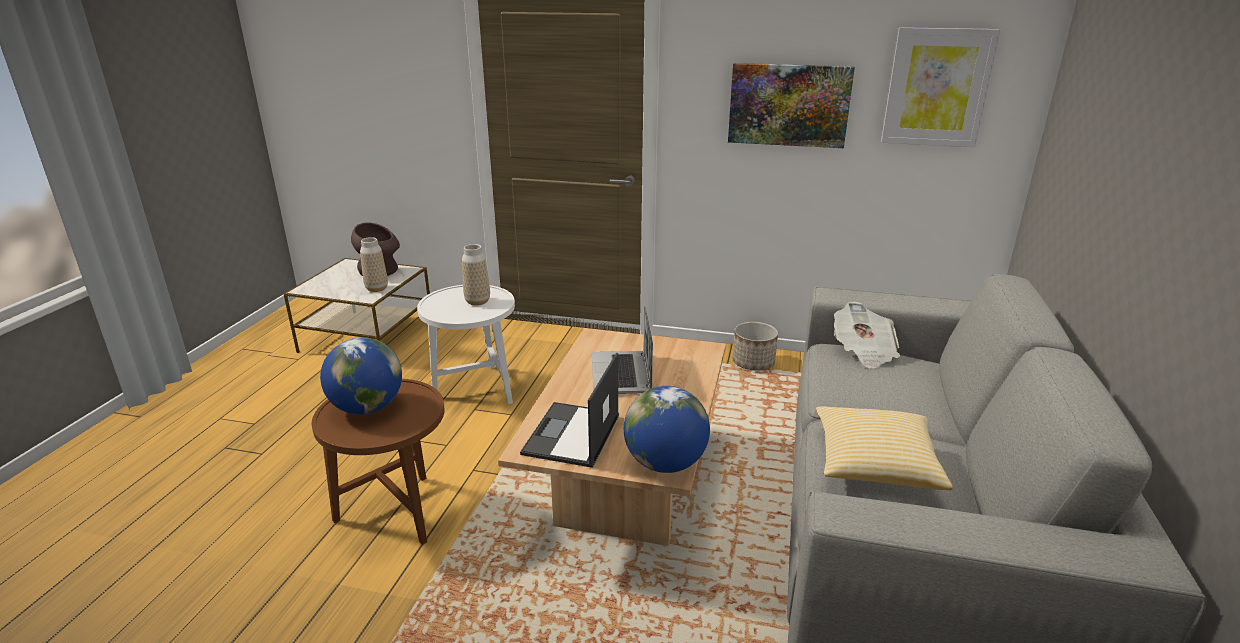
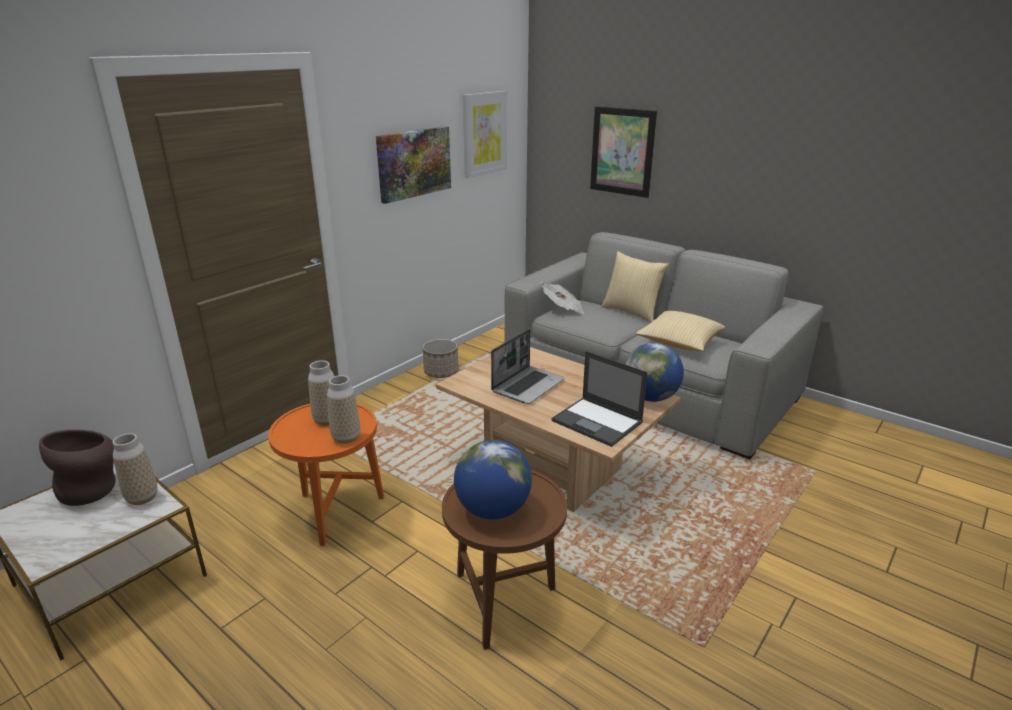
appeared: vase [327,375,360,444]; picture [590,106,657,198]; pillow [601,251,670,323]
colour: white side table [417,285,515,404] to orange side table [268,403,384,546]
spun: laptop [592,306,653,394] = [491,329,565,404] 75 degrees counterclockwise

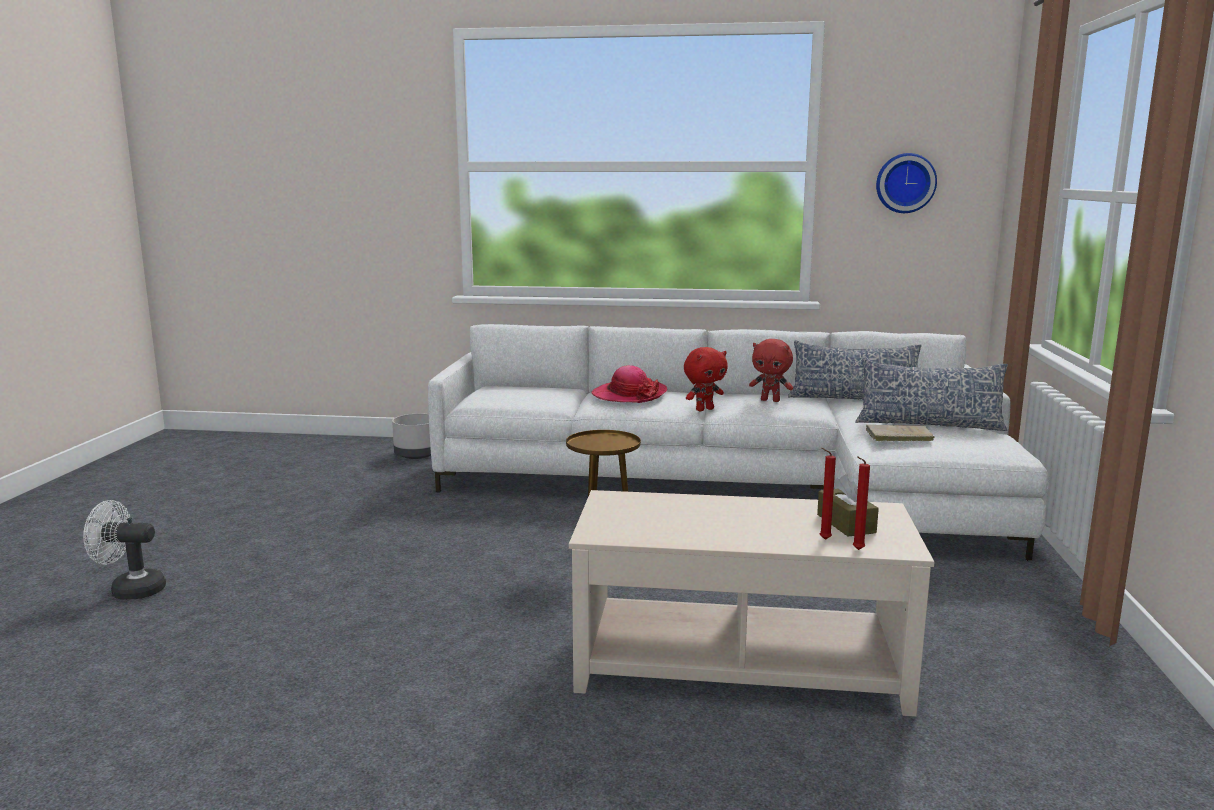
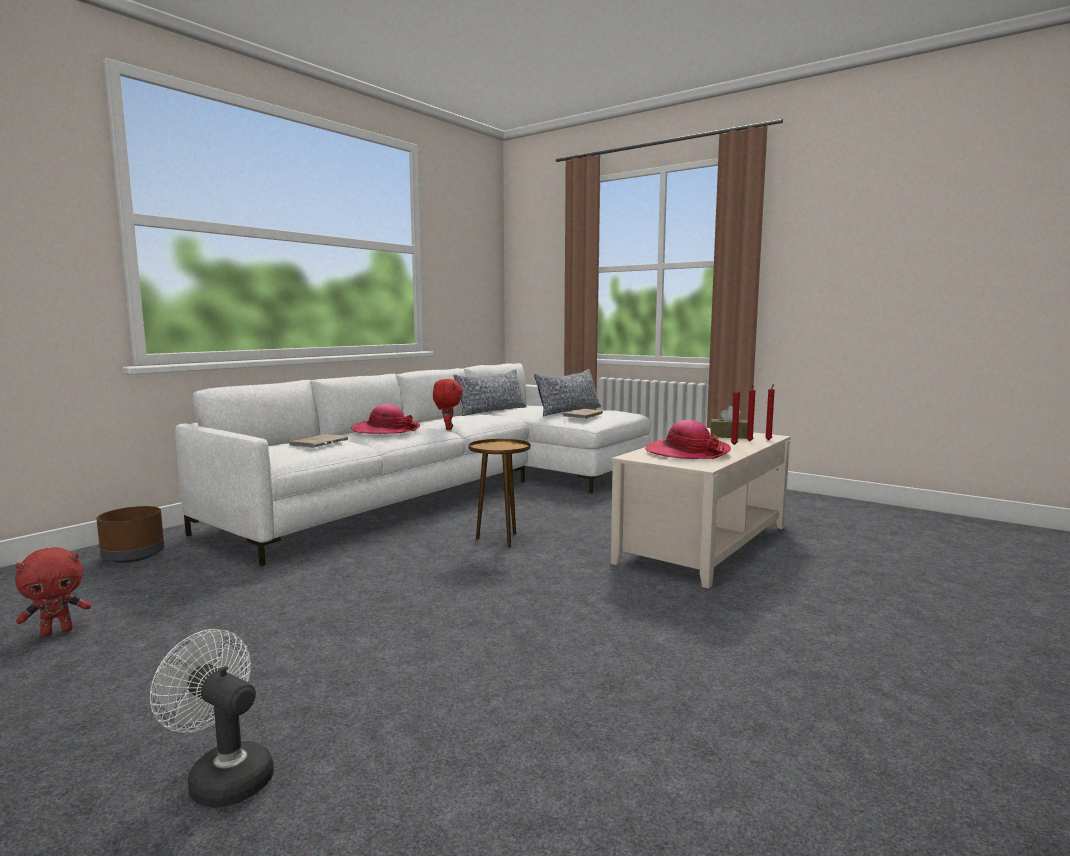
missing: wall clock [876,153,937,213]
appeared: beige book [289,434,348,448]; hat [645,420,731,459]; red candle [731,386,742,445]
relocated: red plush toy [749,339,793,402] to [15,547,91,637]
colour: grey planter [392,413,431,459] to brown planter [96,506,164,563]
spun: white fan [83,500,166,600] = [150,629,274,808] 90 degrees clockwise

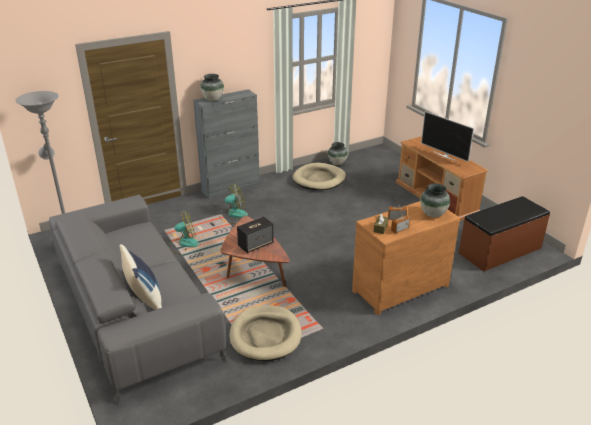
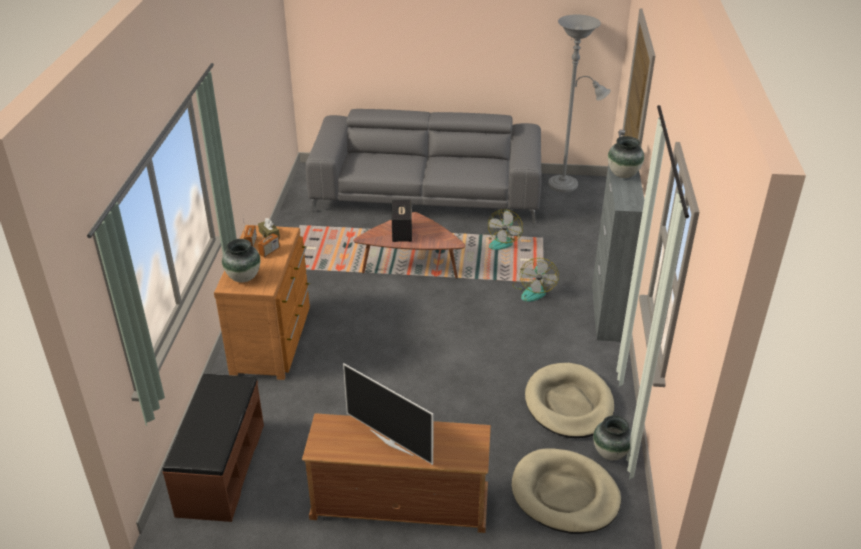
missing: blue pillow [119,244,162,310]
relocated: beige dog bed [229,305,302,361] to [512,448,621,534]
spun: television [421,111,474,162] = [343,363,433,465] 135 degrees counterclockwise

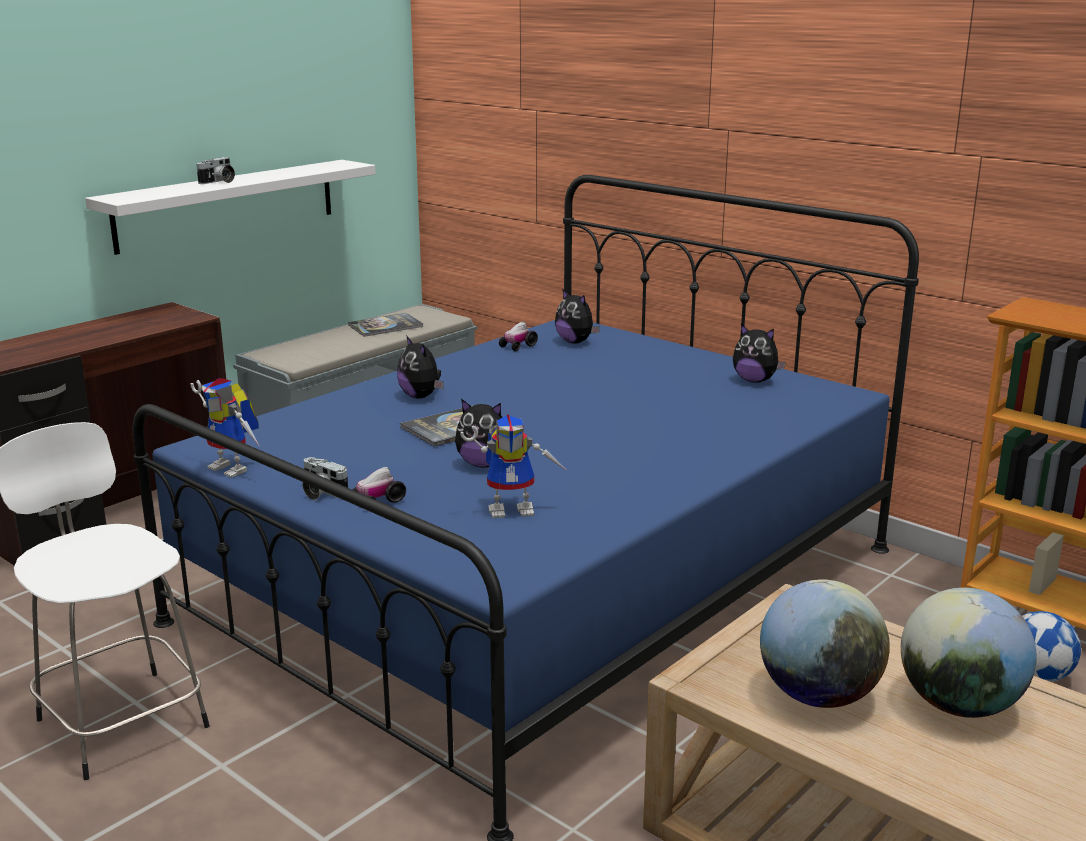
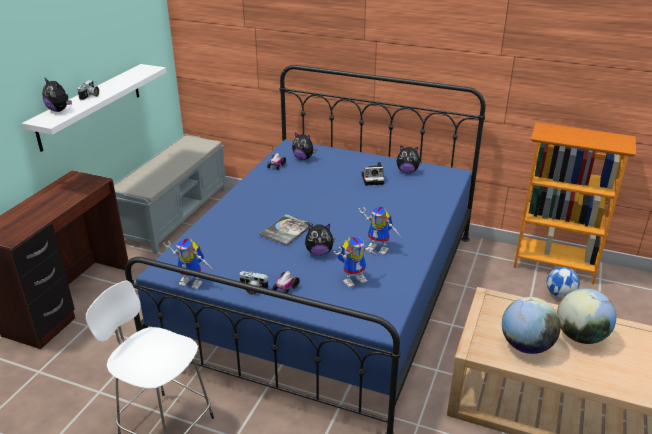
missing: book [348,313,424,337]
appeared: toy robot [358,207,403,255]; photo camera [362,162,384,186]
relocated: plush toy [397,335,444,399] to [42,77,72,112]

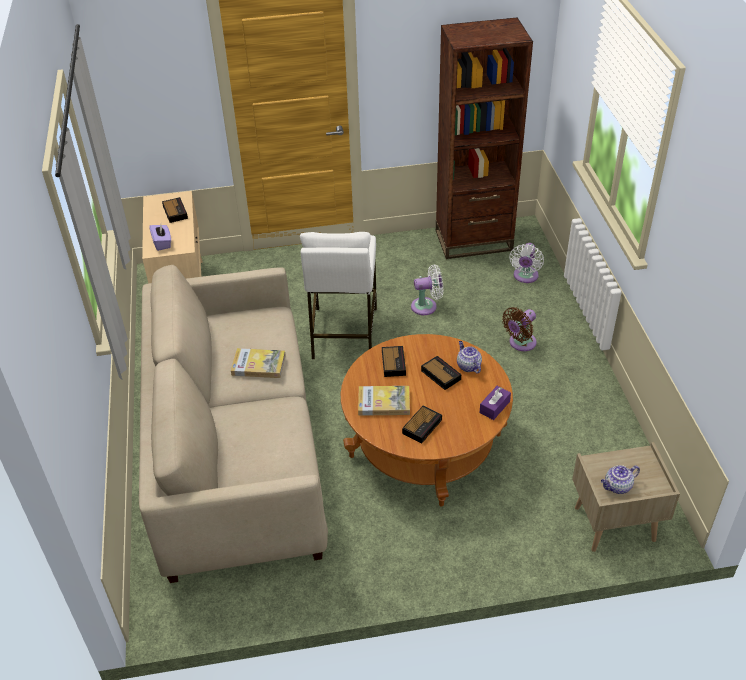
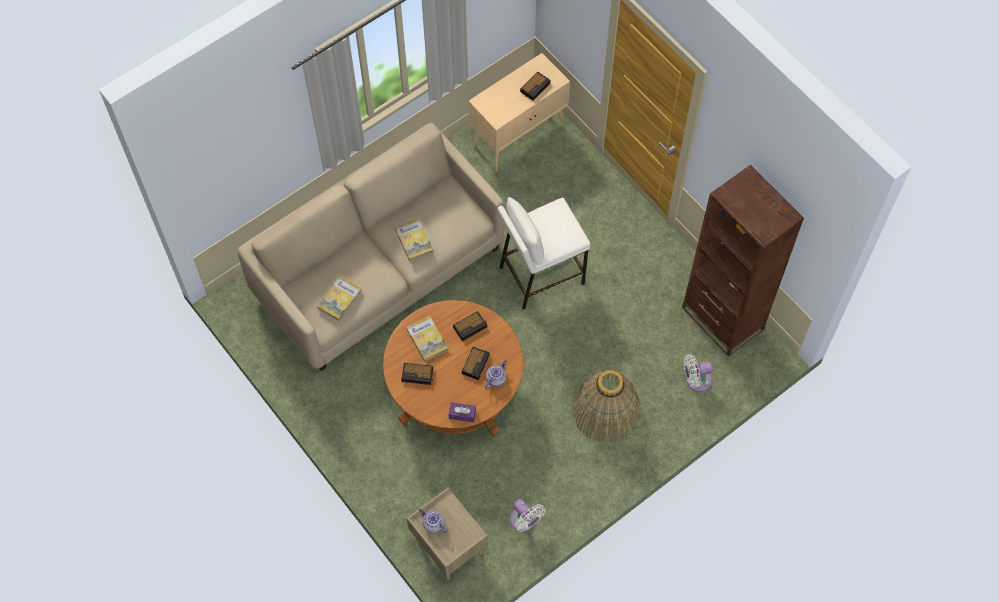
missing: purple tissue box [149,225,171,251]
appeared: book [317,276,362,321]
relocated: white fan [411,265,443,315] to [510,499,545,532]
exchanged: brown fan [502,307,537,351] to basket [572,370,640,443]

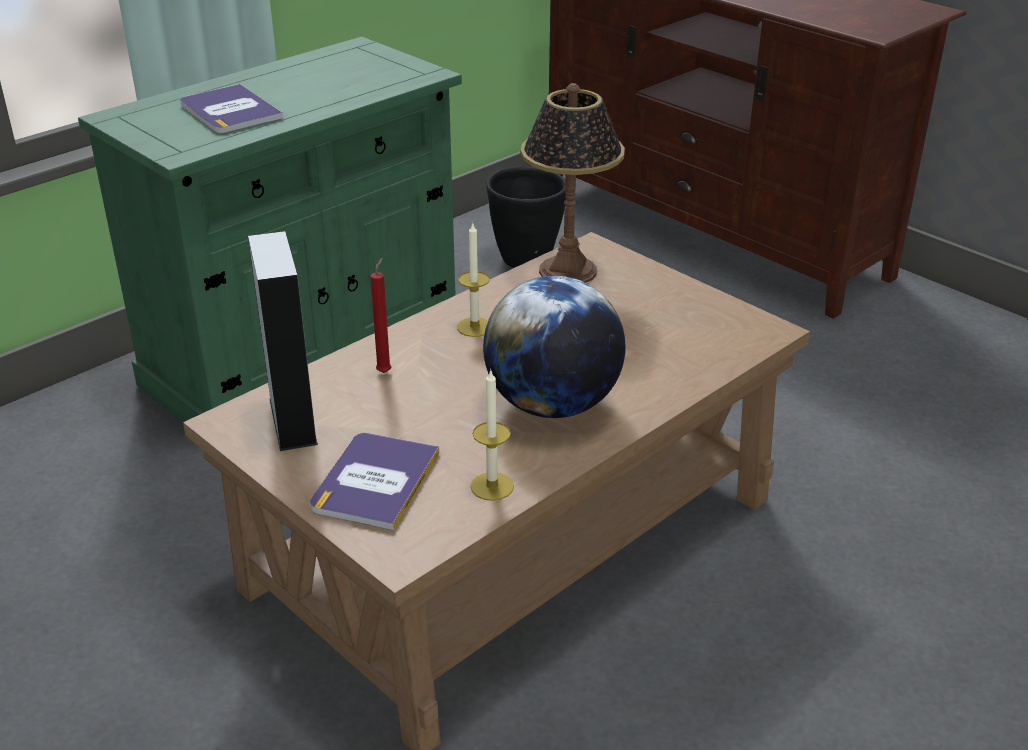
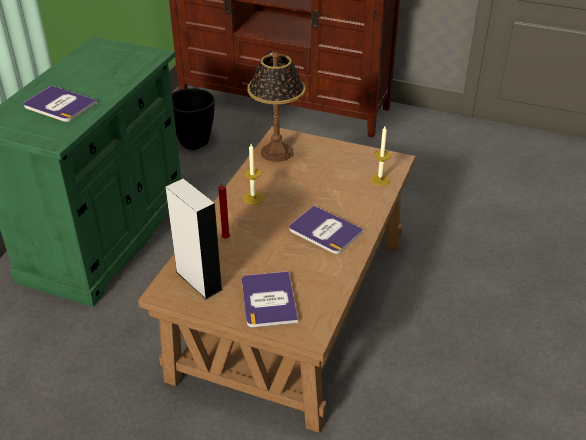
relocated: candle [470,369,514,501] to [370,127,391,186]
exchanged: globe [483,276,625,418] to book [289,205,364,254]

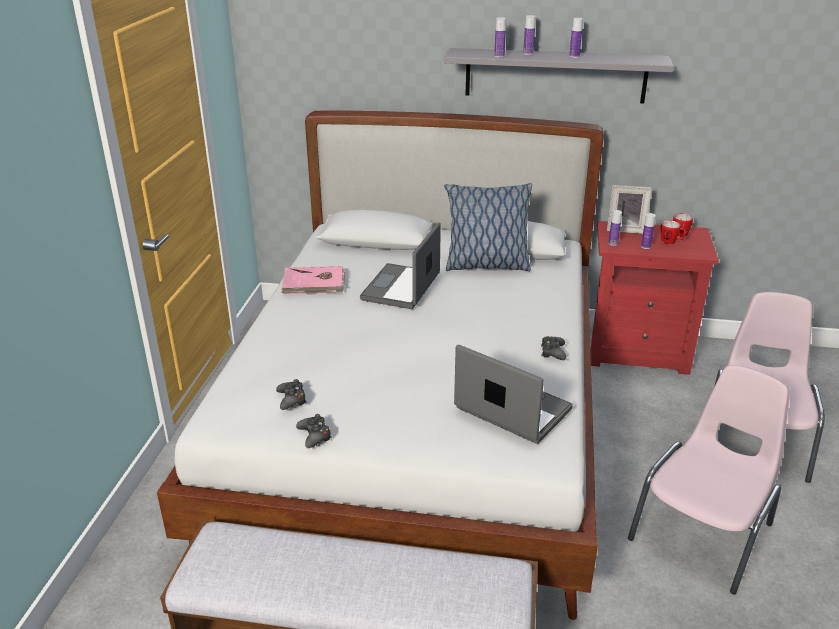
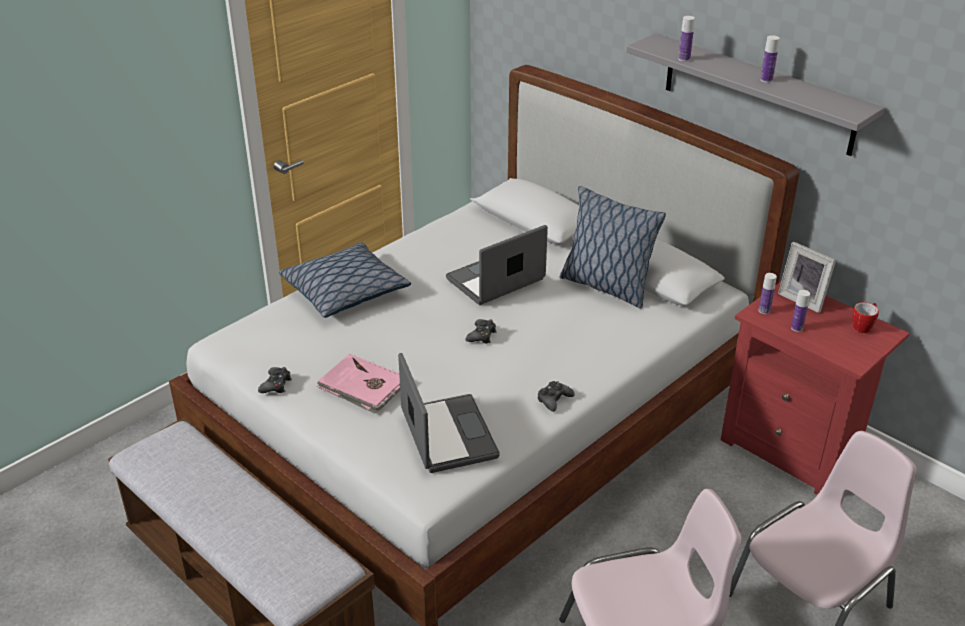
missing: bottle [523,15,536,55]; mug [660,220,687,244]
appeared: pillow [279,242,411,318]
relocated: black game controller [276,379,307,410] to [465,319,497,344]; pink book [281,266,345,294] to [317,354,400,413]

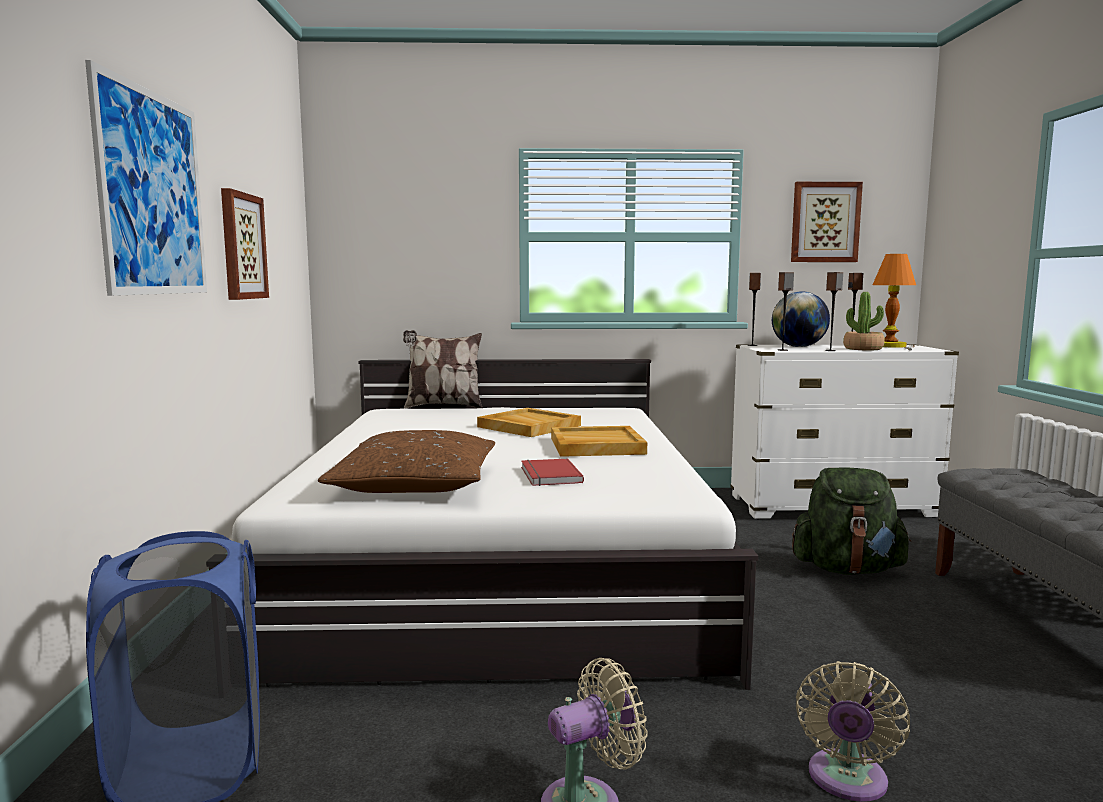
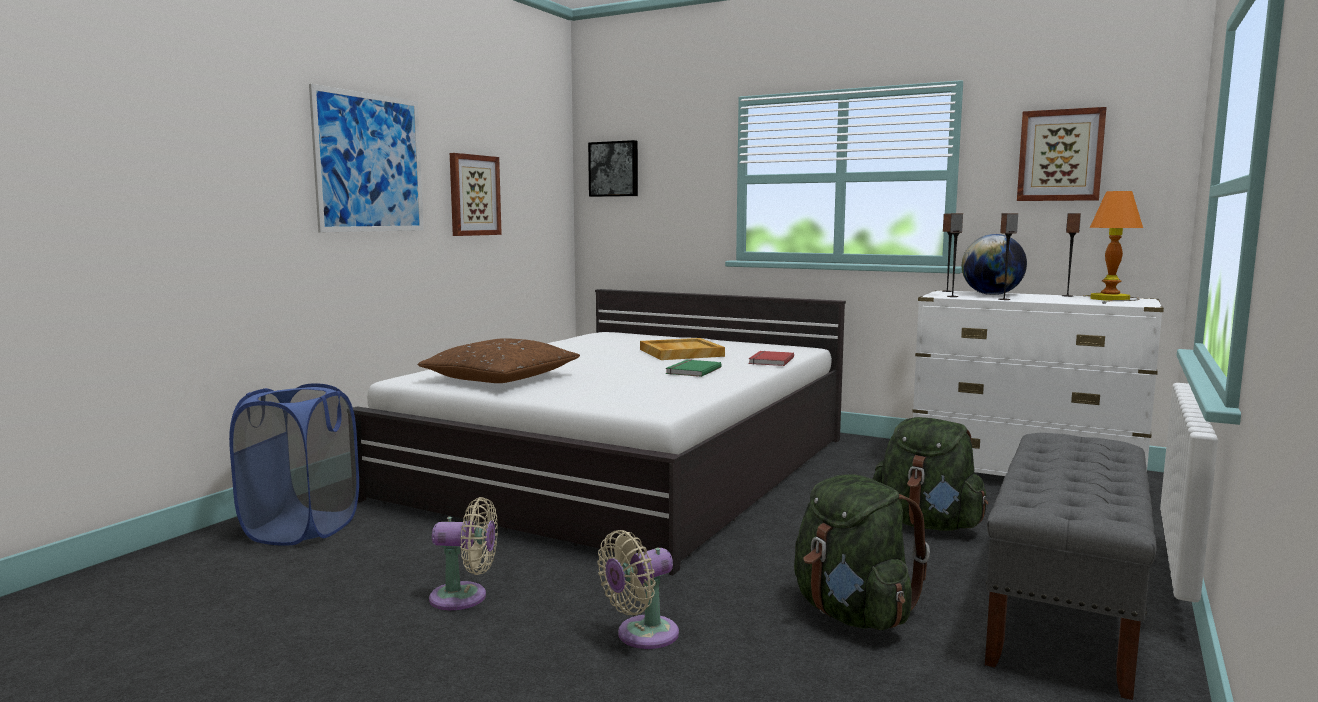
missing: pillow [403,330,482,408]; potted plant [843,292,885,350]
appeared: picture [588,140,638,197]; green backpack [794,474,930,630]
relocated: red book [521,459,584,486] to [749,351,794,366]
exchanged: beige tray [551,426,647,457] to green book [666,360,722,377]

